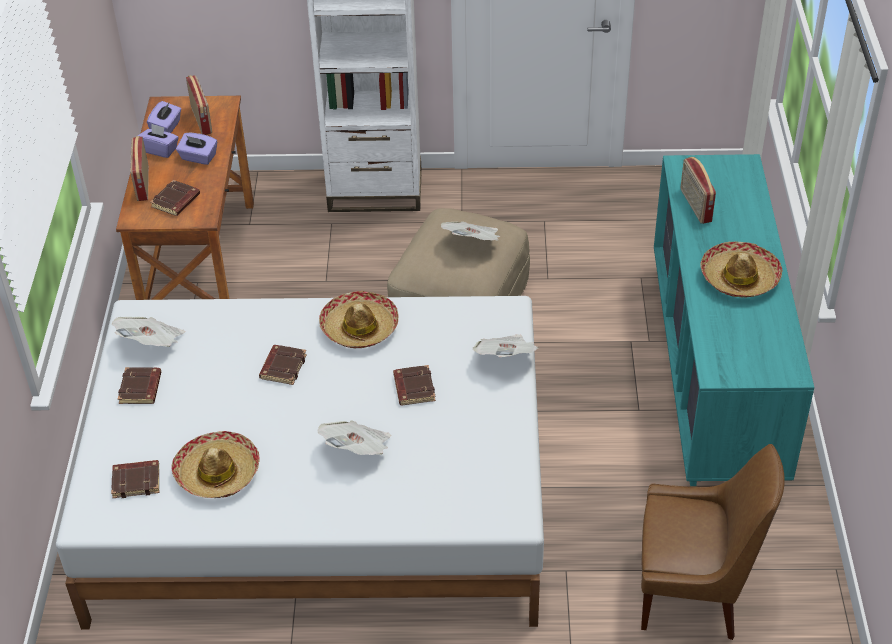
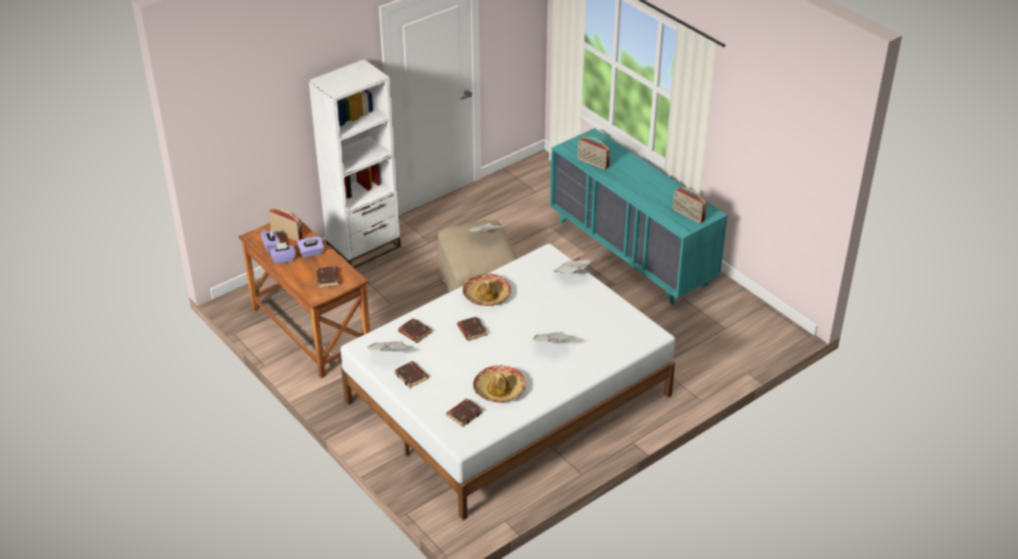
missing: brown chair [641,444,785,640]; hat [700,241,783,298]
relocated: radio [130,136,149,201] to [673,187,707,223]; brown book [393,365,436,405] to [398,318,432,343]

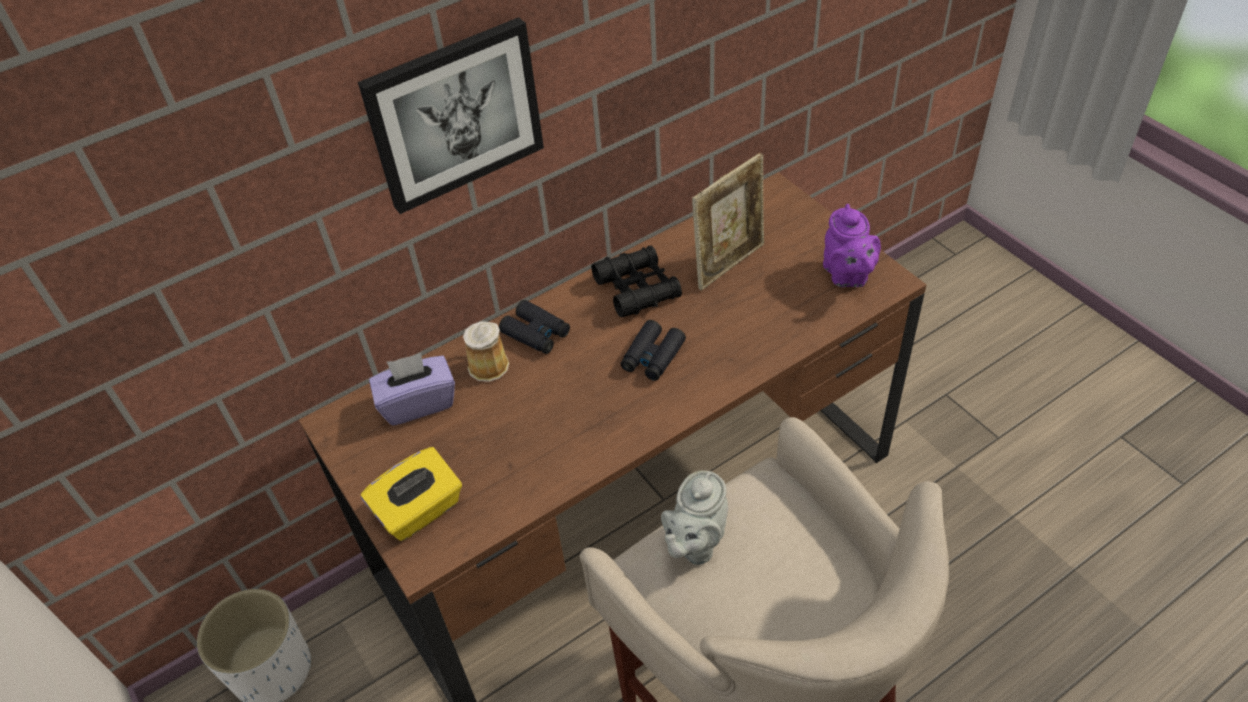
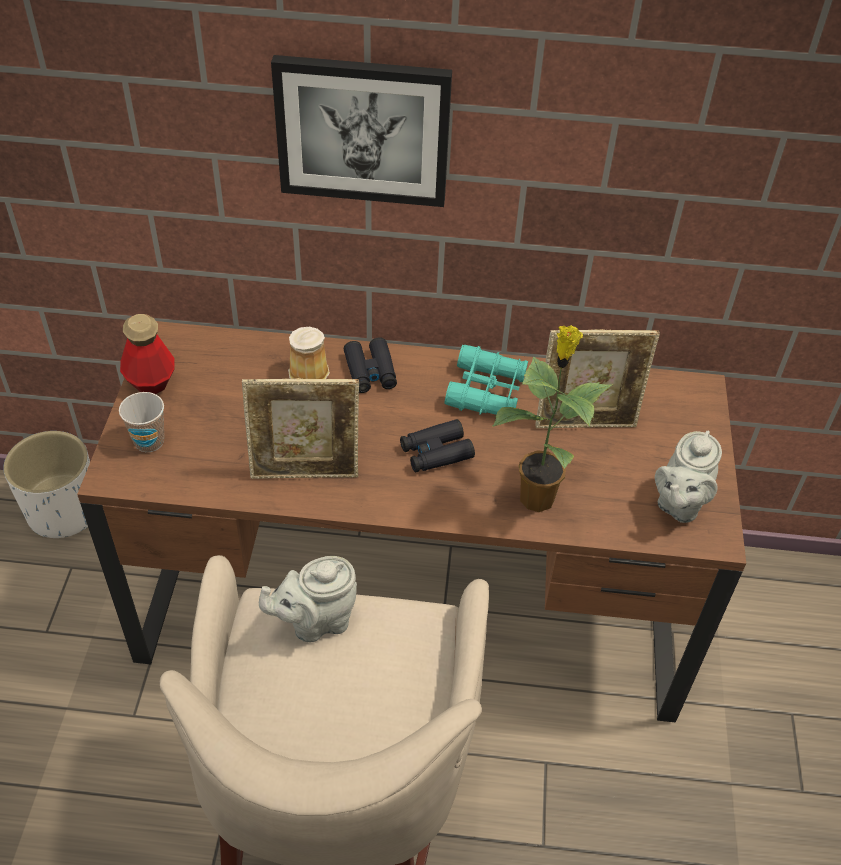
missing: purple tissue box [369,353,455,426]
appeared: bottle [120,314,175,394]; picture frame [242,378,359,479]; potted plant [492,325,613,512]
exchanged: yellow tissue box [361,447,462,541] to cup [119,392,164,452]
colour: black binoculars [591,245,682,317] to turquoise binoculars [444,345,528,415]; purple teapot [823,204,881,287] to grey teapot [655,431,722,523]

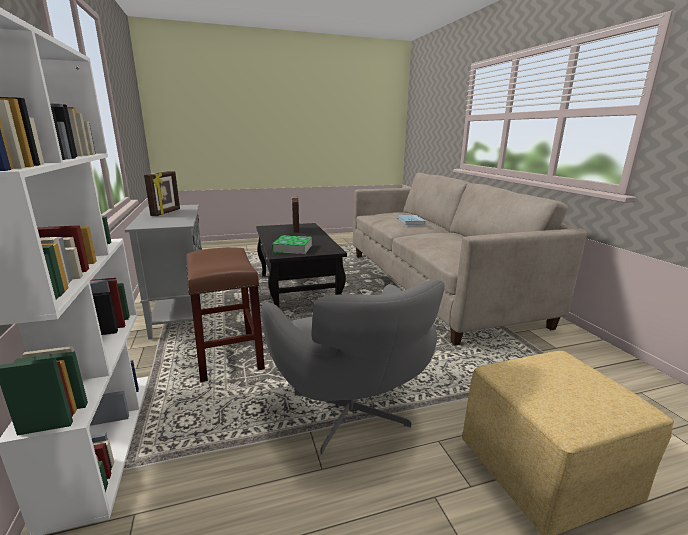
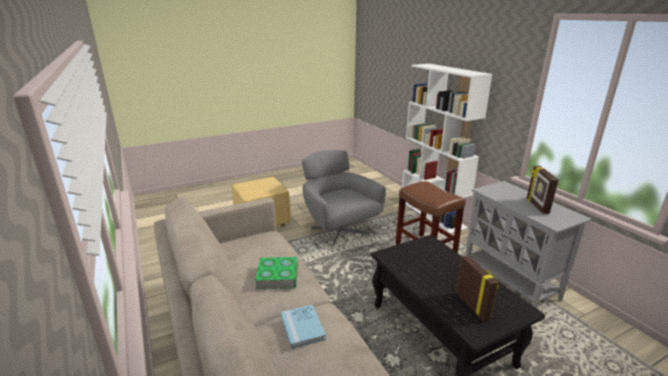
relocated: book [272,235,312,254] to [255,257,298,289]

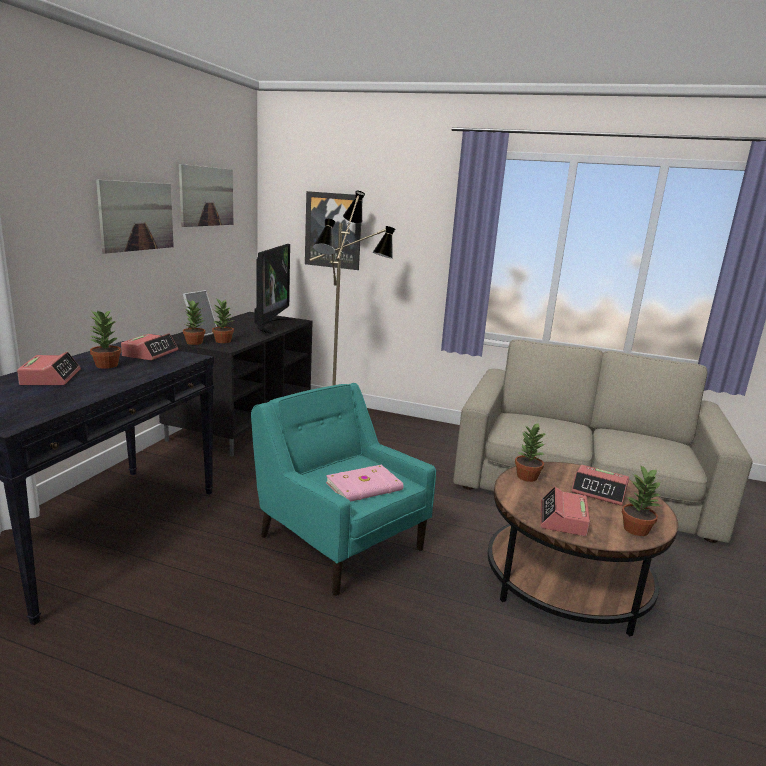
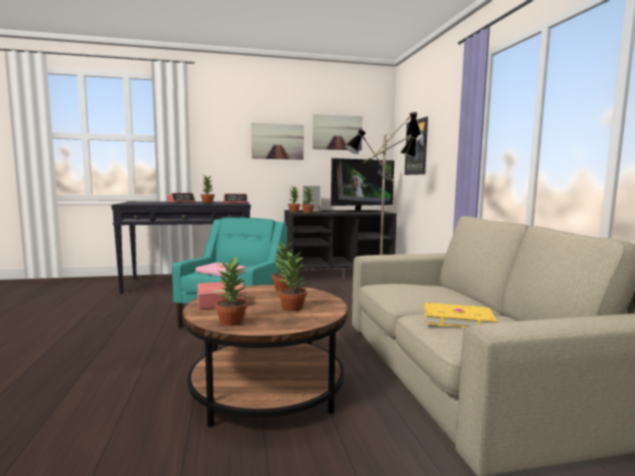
appeared: yellow book [424,303,498,327]
exchanged: alarm clock [571,465,629,506] to potted plant [278,252,307,311]

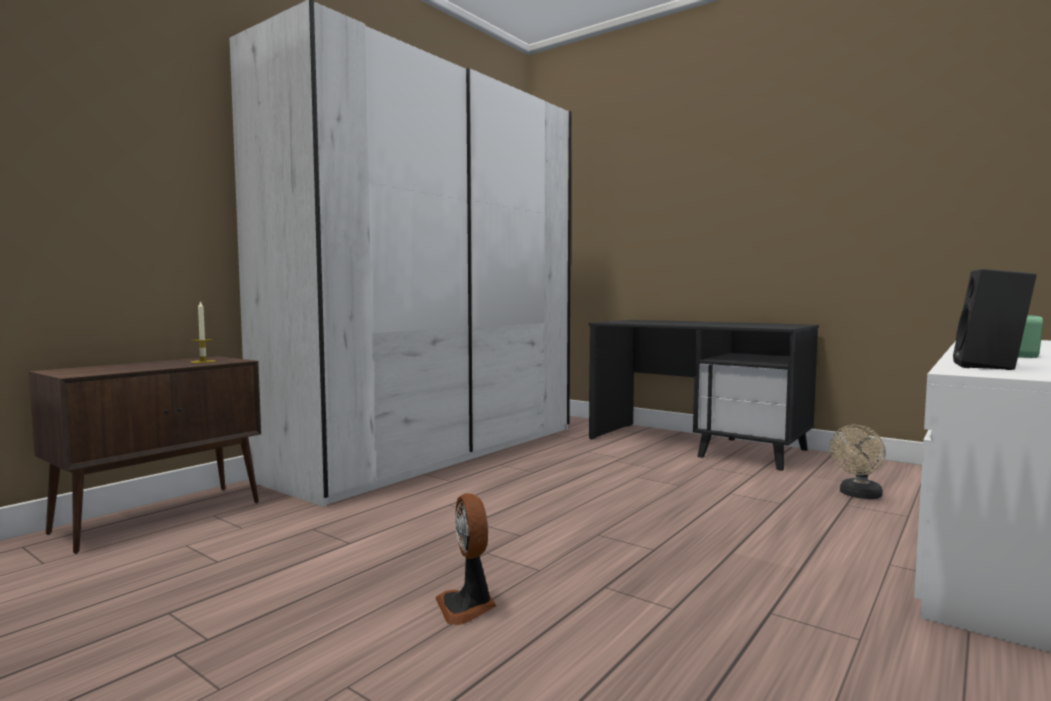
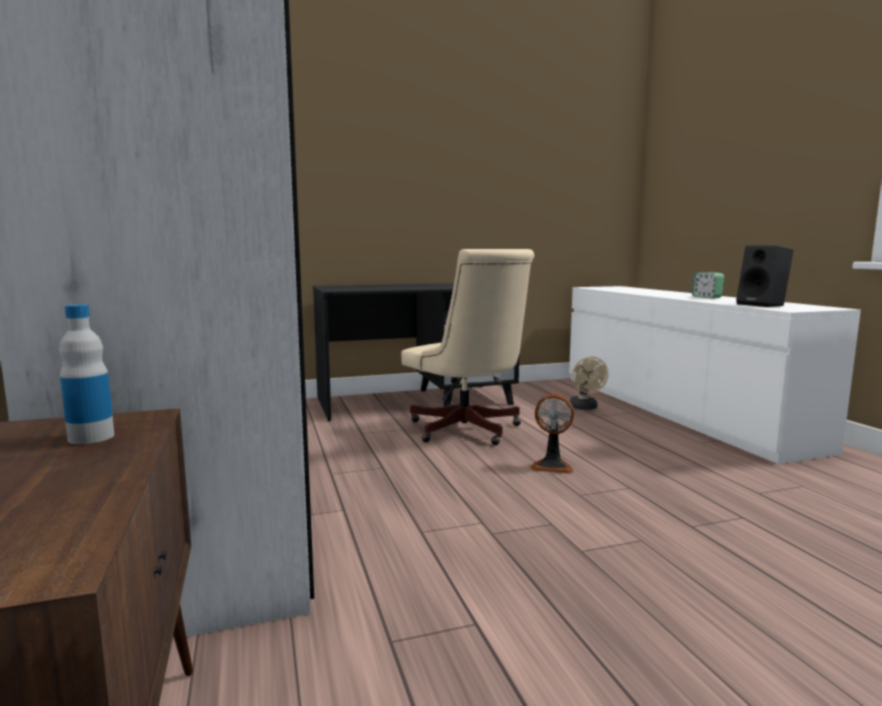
appeared: beige office chair [401,249,534,445]
relocated: fan [436,493,497,625] to [530,394,574,474]
exchanged: candle [190,300,216,363] to bottle [59,304,114,444]

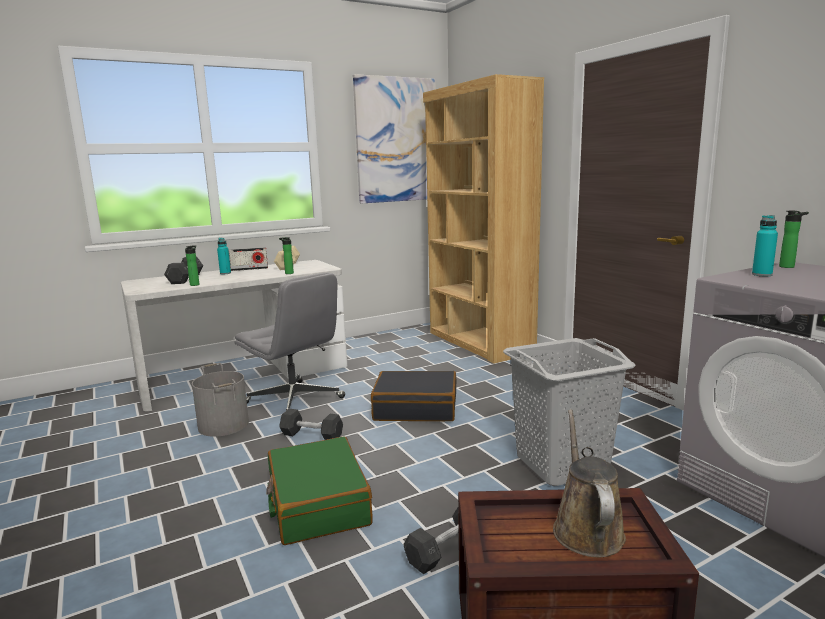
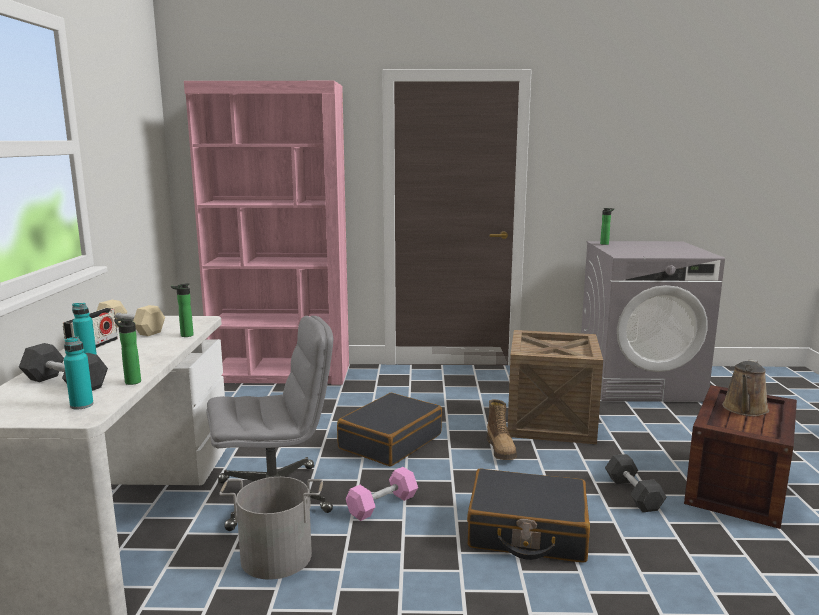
missing: picture [353,74,436,204]
appeared: boot [487,399,517,460]
relocated: turquoise bottle [752,215,778,276] to [64,336,94,409]
exchanged: grey laundry basket [503,338,636,486] to crate [508,330,603,444]
colour: green suitcase [266,436,373,545] to black suitcase [467,468,590,563]; grey dumbbell [280,409,343,440] to pink dumbbell [346,467,418,521]; brown bookcase [423,74,544,363] to pink bookcase [184,81,349,385]
spun: brown watering can [553,409,626,557] = [722,360,769,416] 90 degrees counterclockwise

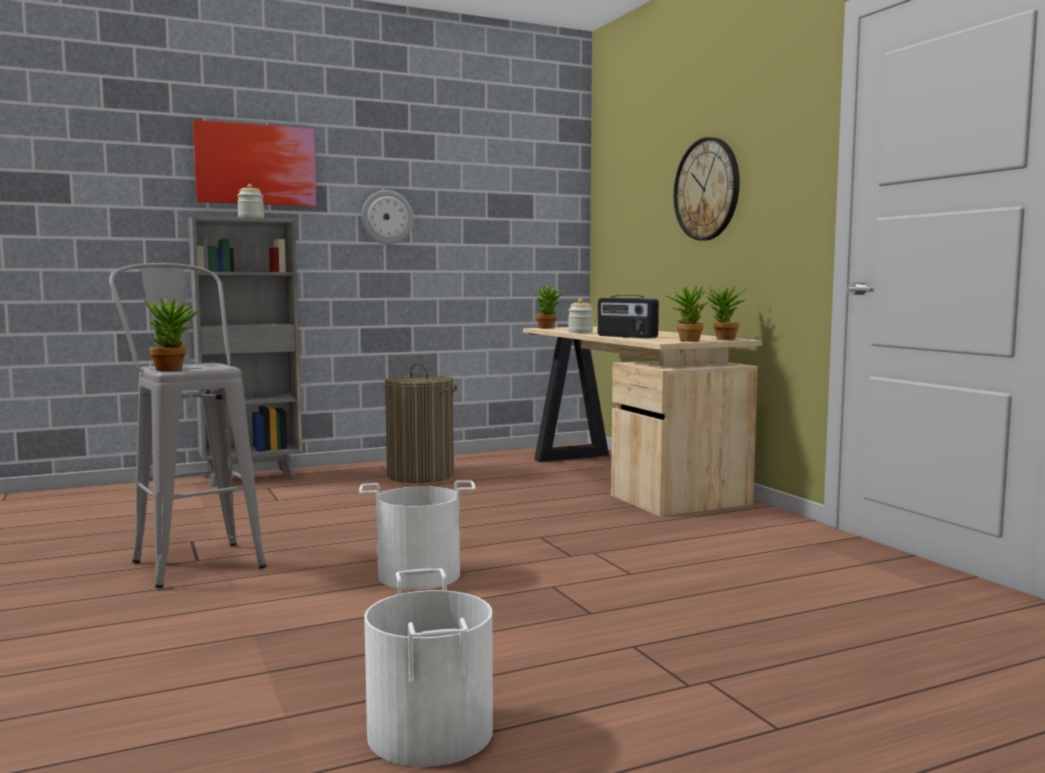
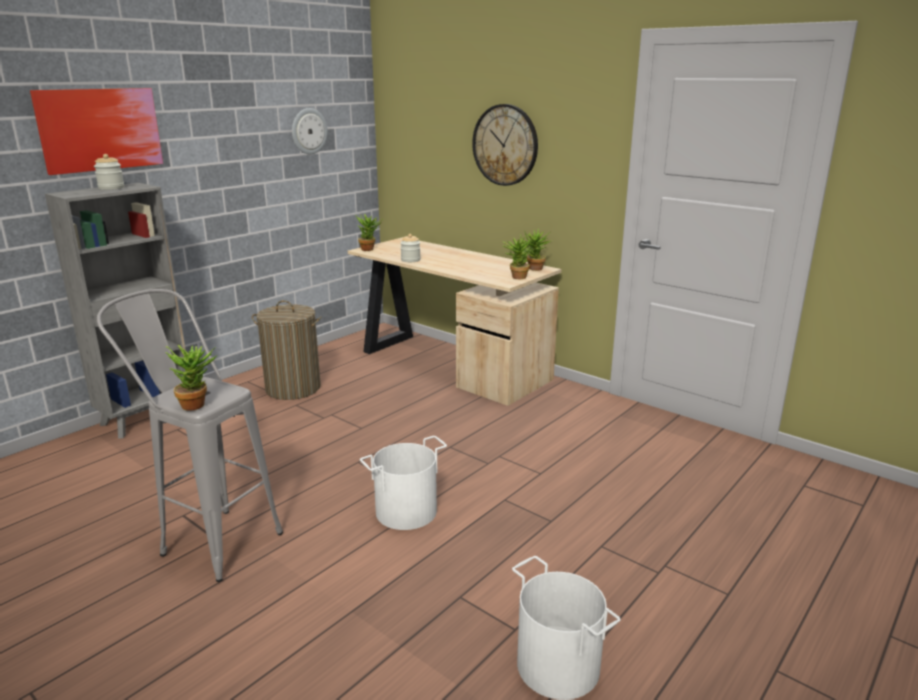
missing: radio [598,295,659,338]
relocated: wall clock [361,190,414,245] to [292,108,328,154]

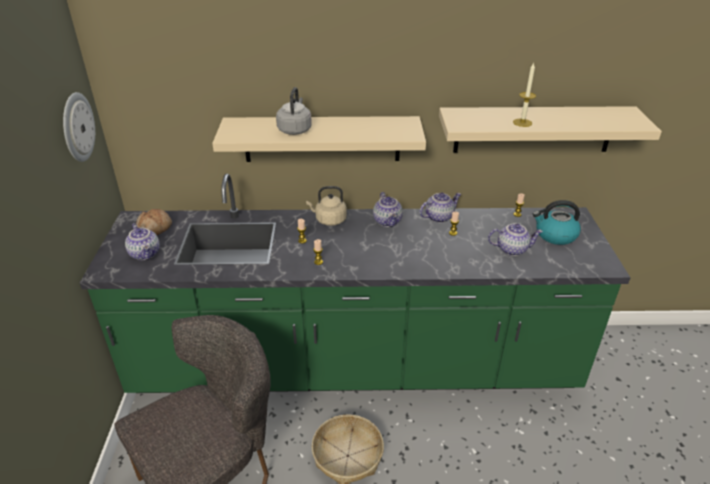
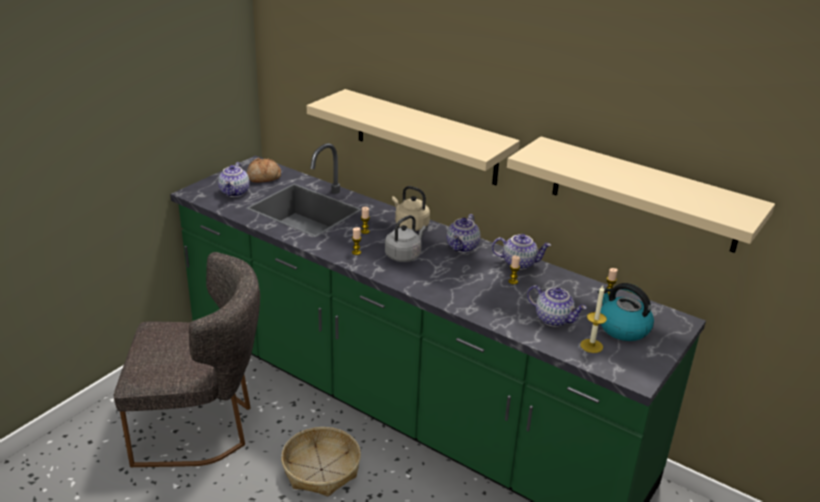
missing: wall clock [63,92,95,162]
relocated: grey kettle [276,87,312,135] to [385,215,426,262]; candle [513,63,536,127] to [580,285,607,353]

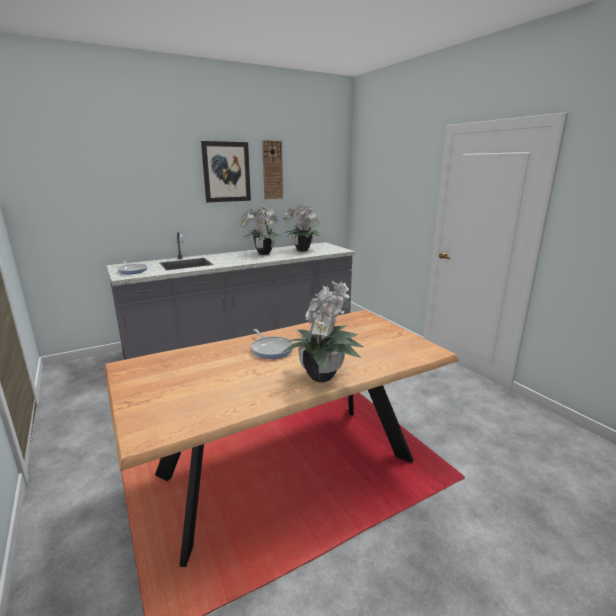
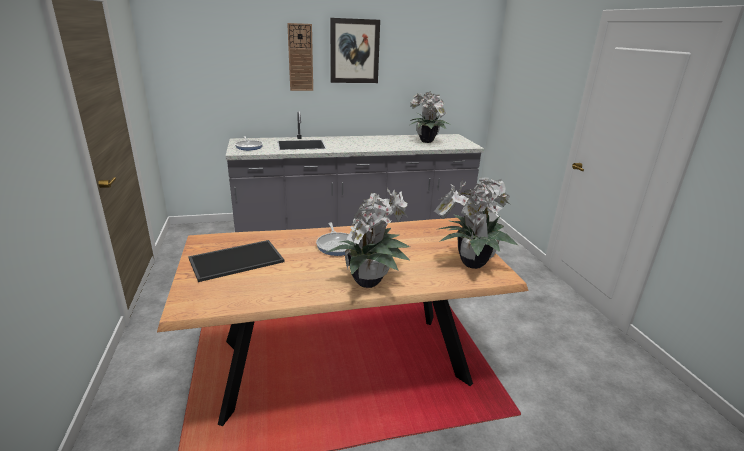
appeared: tray [188,240,284,282]
relocated: potted plant [239,206,283,255] to [434,177,518,269]; wall clock [262,140,283,199] to [287,23,313,91]

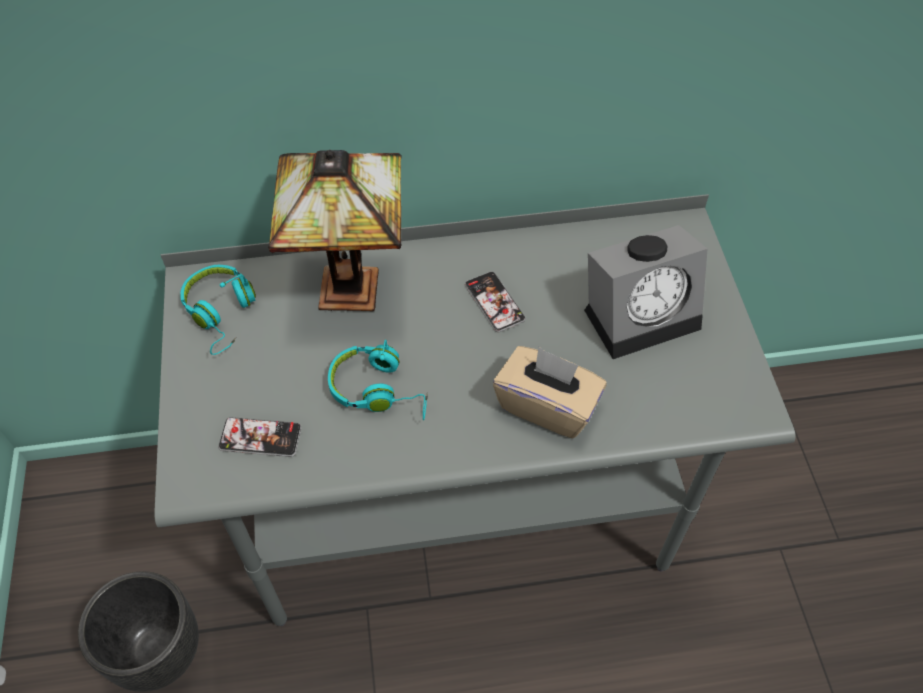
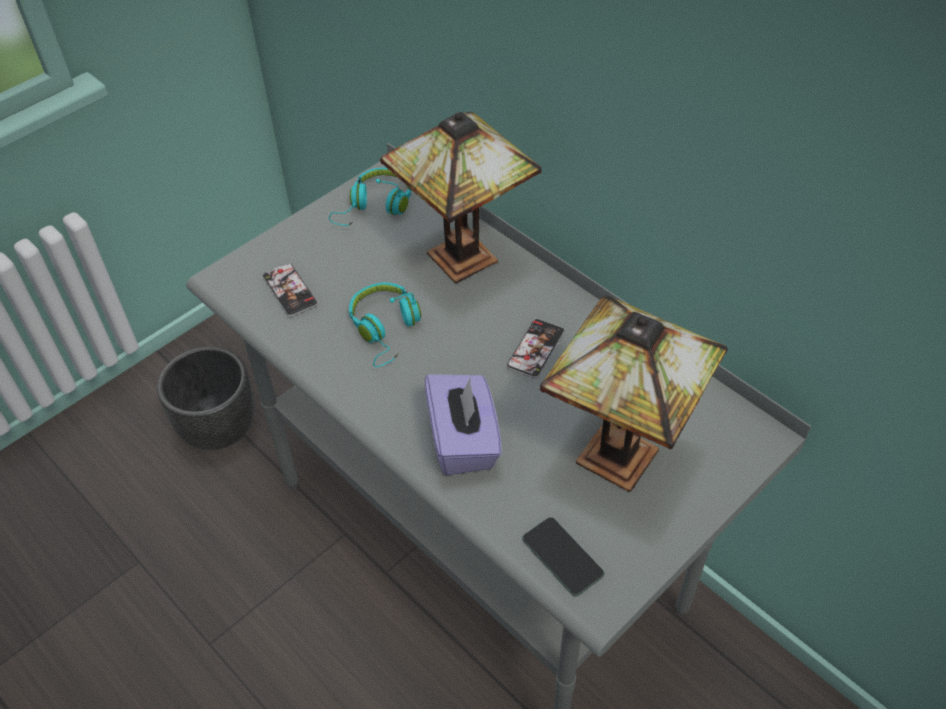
appeared: phone [522,517,604,596]
exchanged: alarm clock [584,225,707,359] to table lamp [540,296,728,492]
colour: beige tissue box [493,346,607,439] to purple tissue box [425,374,502,475]

